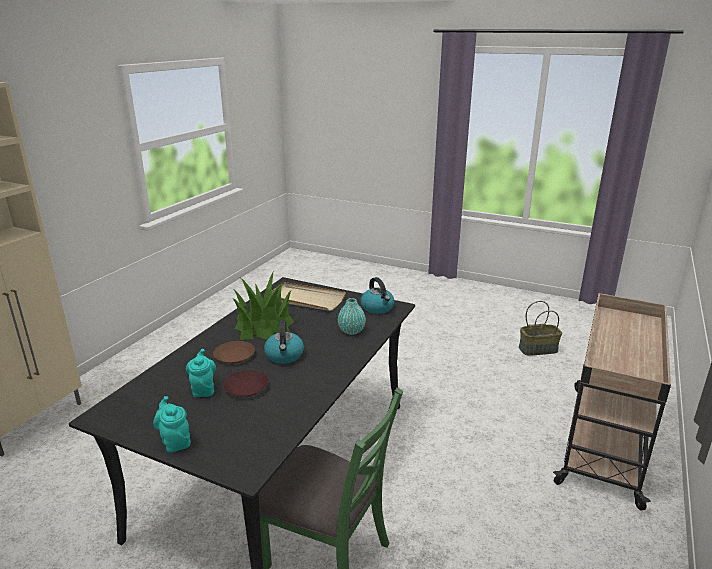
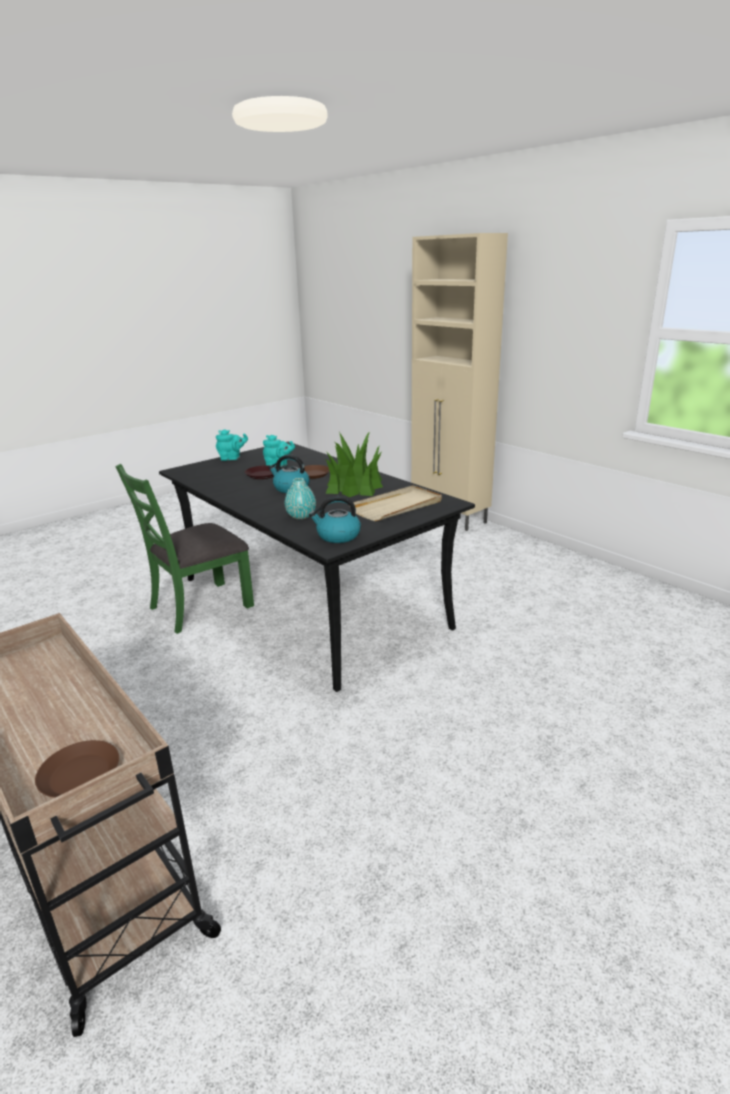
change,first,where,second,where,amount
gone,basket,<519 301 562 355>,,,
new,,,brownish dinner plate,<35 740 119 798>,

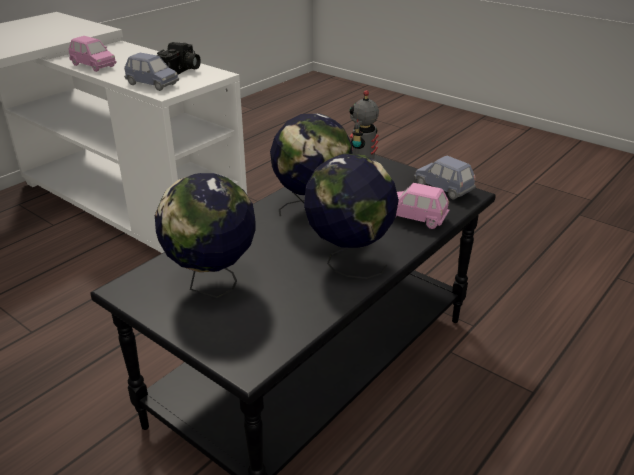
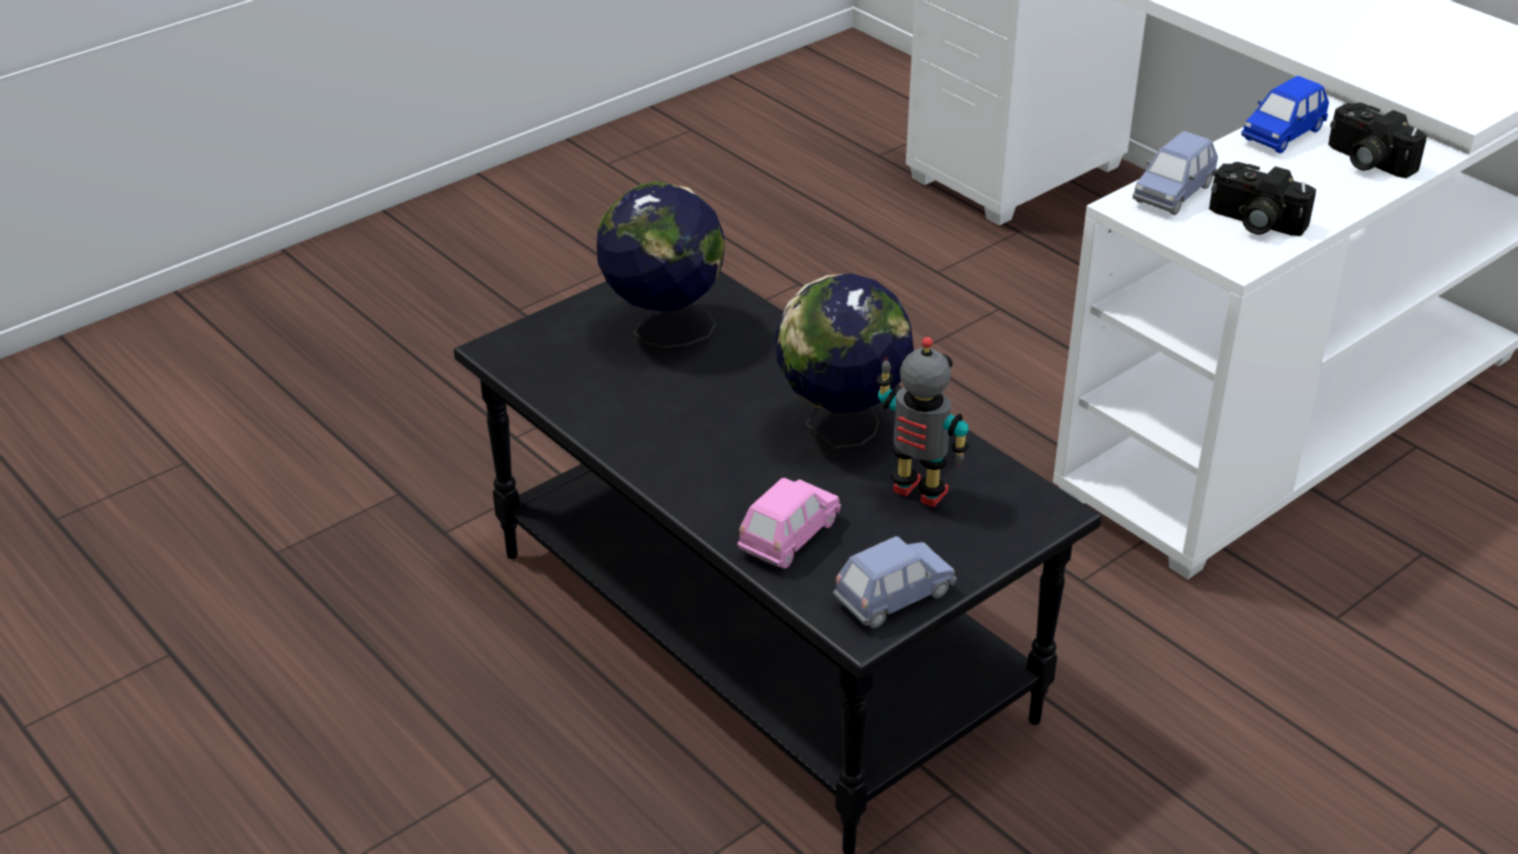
change,first,where,second,where,amount
repainted,pinkish toy car,<68 36 117 72>,blue toy car,<1241 76 1329 153>,
gone,desk globe,<304 154 399 279>,,,
new,,,still camera,<1328 103 1427 178>,

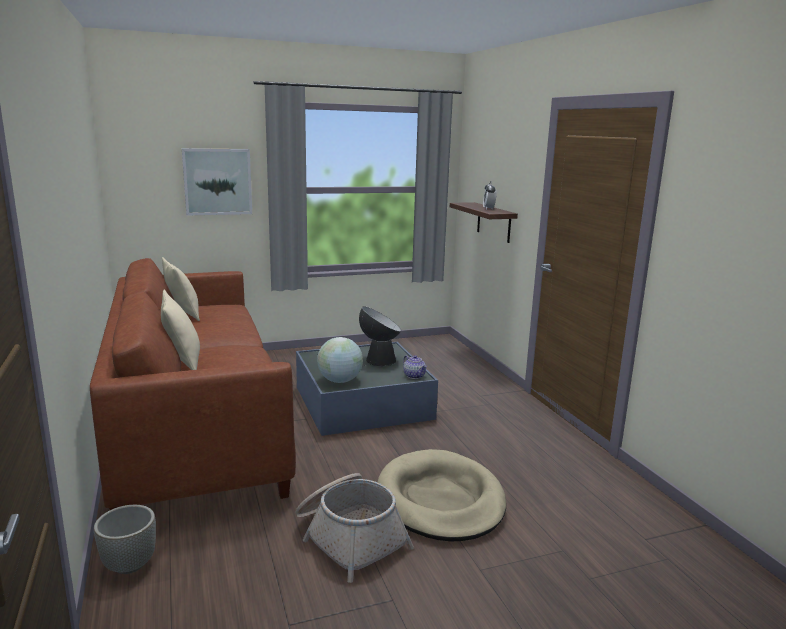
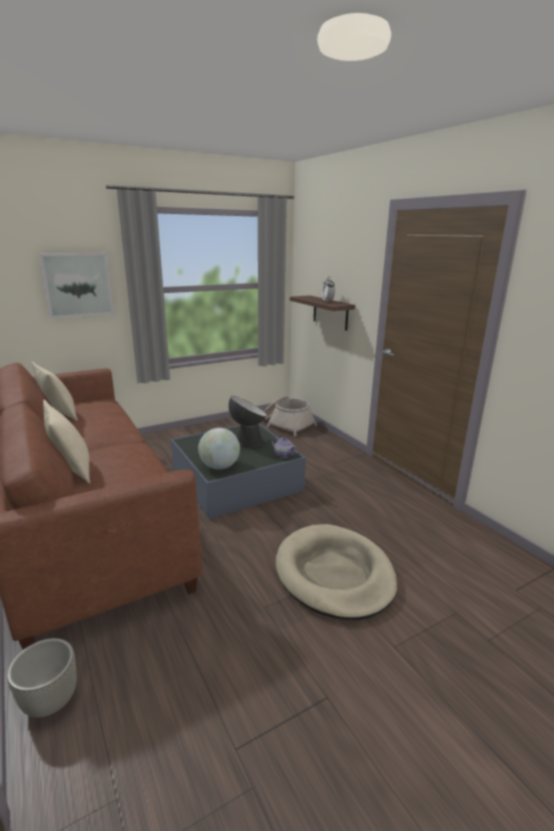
change,first,where,second,where,amount
shifted,basket,<295 473 414 583>,,<264 396 317 436>,

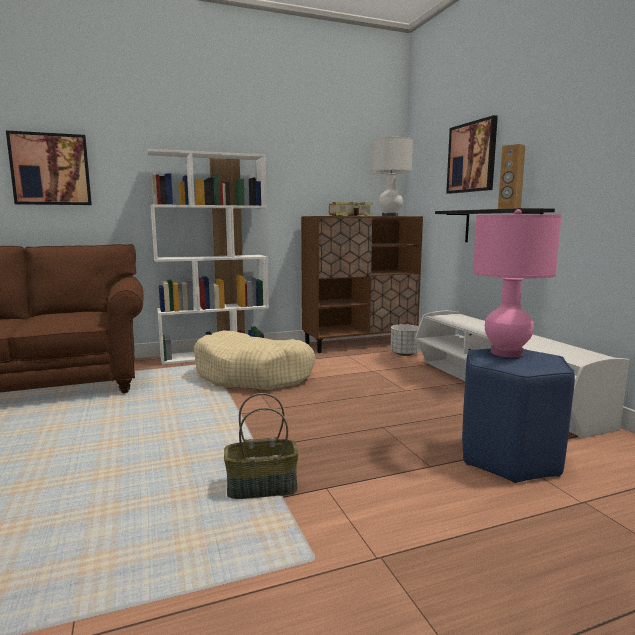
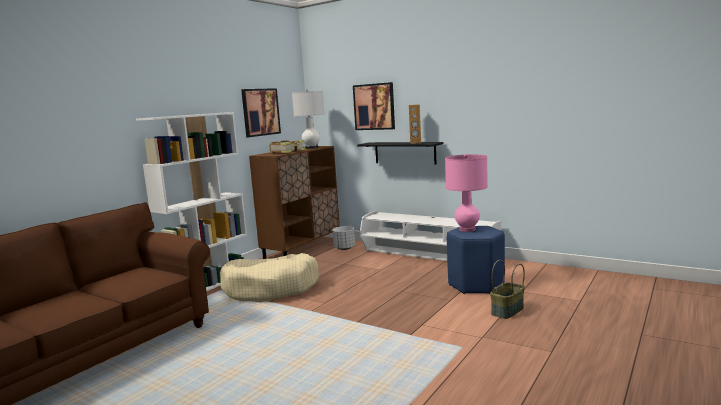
change,first,where,second,where,amount
shifted,wall picture,<6 130 92 205>,,<241 88 281 137>,
shifted,basket,<224 393 299 499>,,<490 260 525 319>,

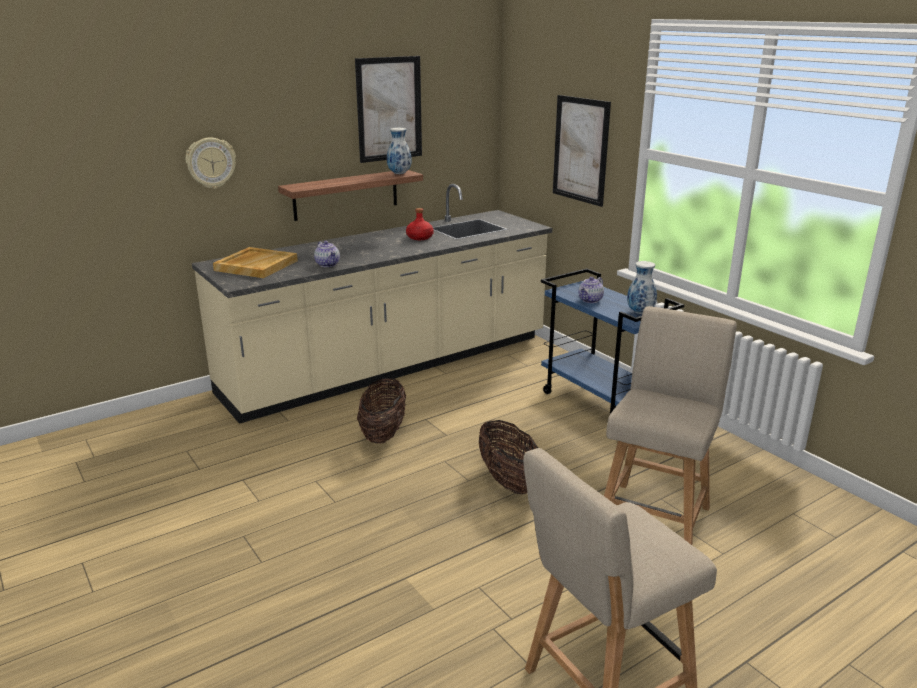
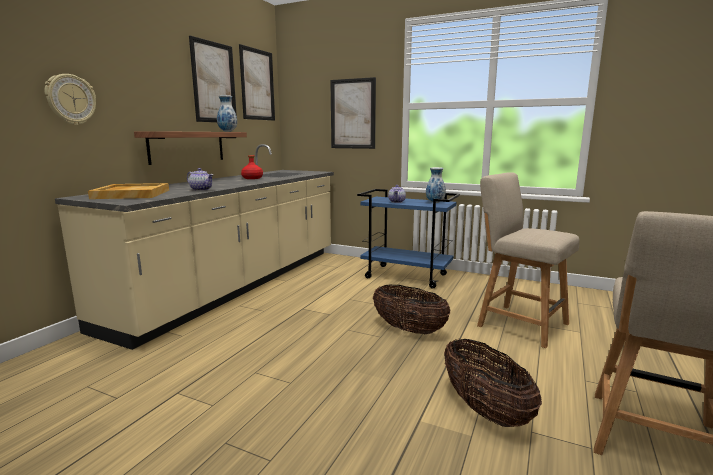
change,first,where,second,where,amount
rotated,beige upright chair,<604 306 737 545>,,<477 172 579 348>,45 degrees counterclockwise
shifted,basket,<357 378 406 444>,,<444 339 542 427>,
new,,,wall picture,<239 44 275 120>,

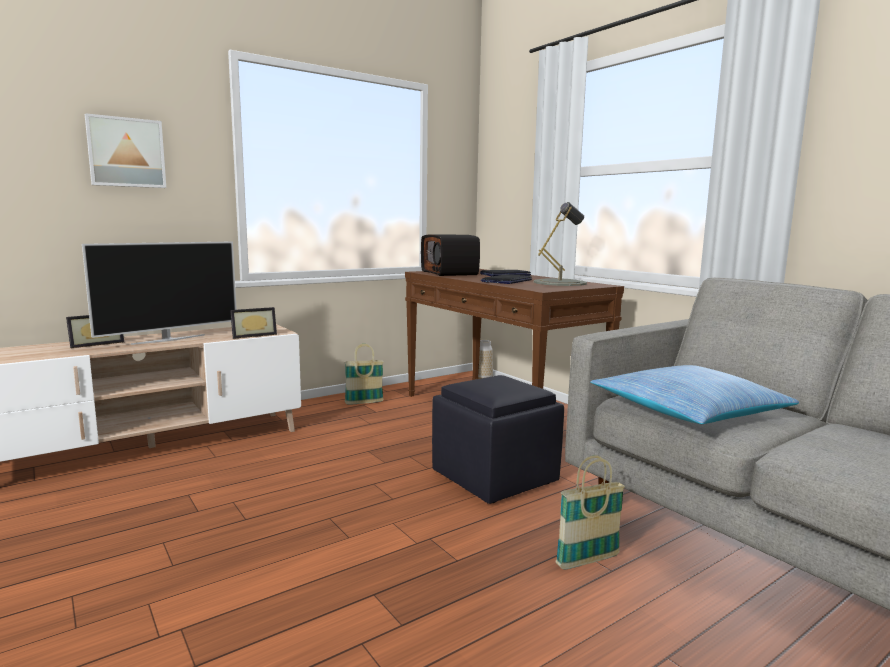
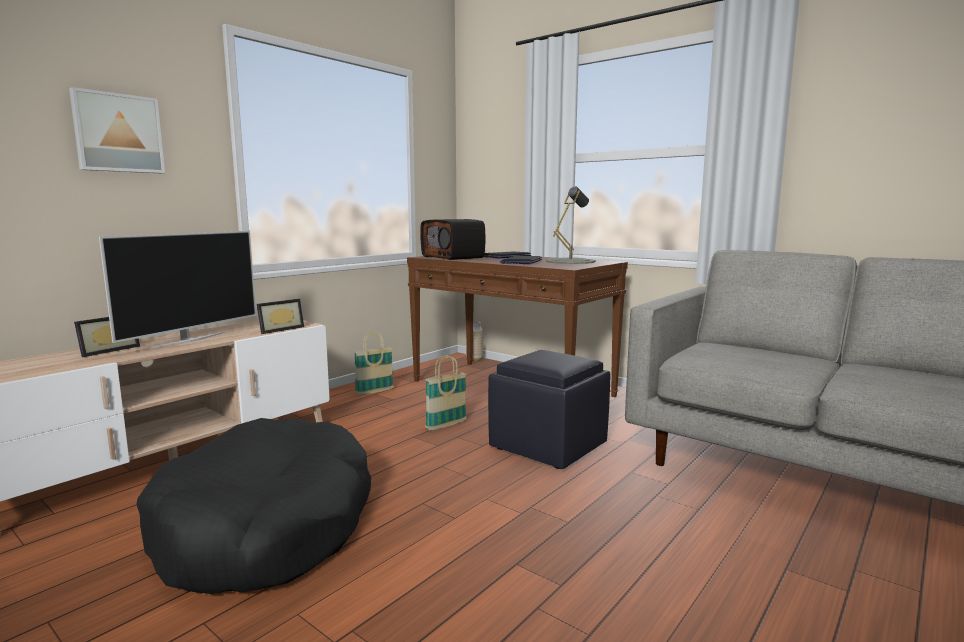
change,first,where,second,where,amount
gone,pillow,<590 365 799 424>,,,
shifted,basket,<556 455 625 569>,,<425 355 467 431>,
new,,,black pet bed,<136 418 371 594>,

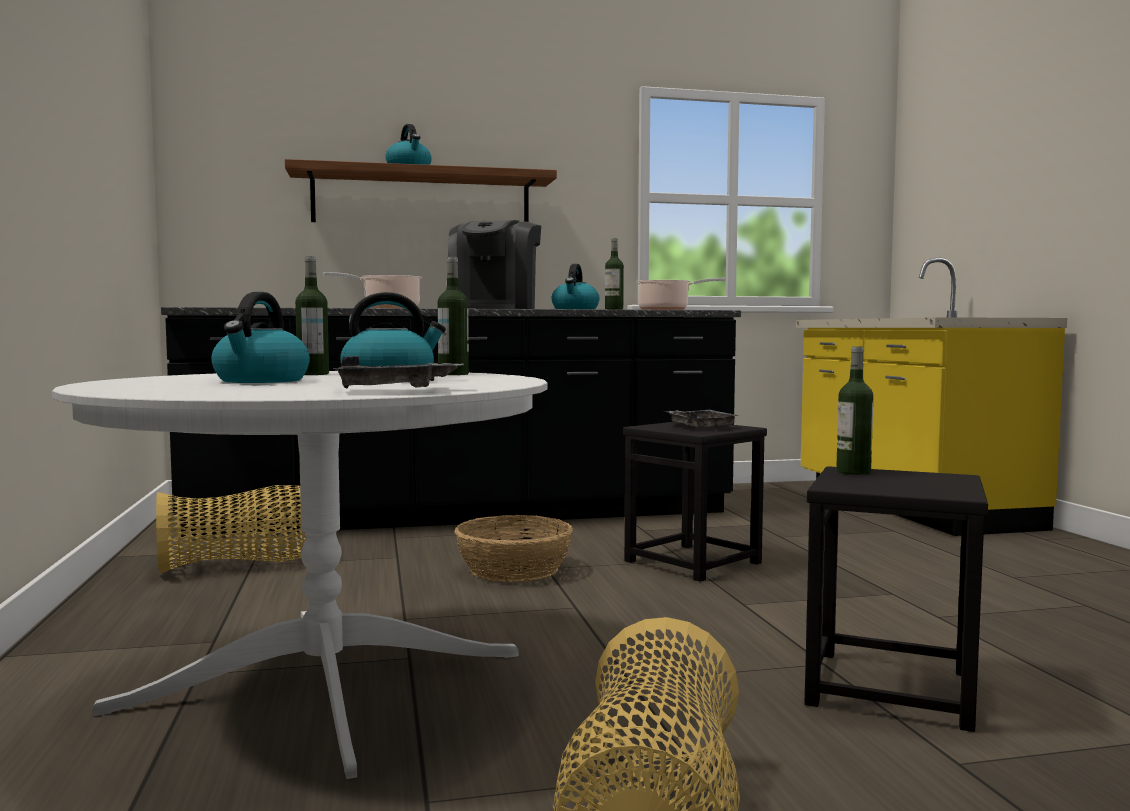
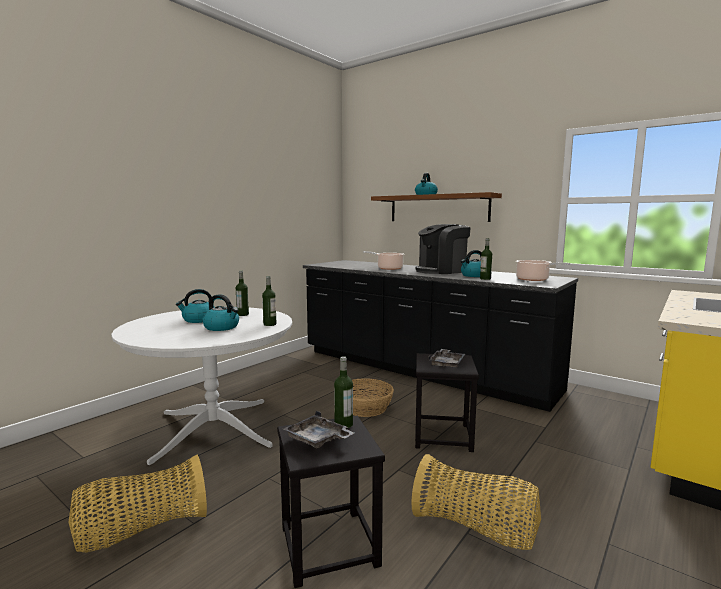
change,first,where,second,where,amount
shifted,grey serving tray,<333 356 464 389>,,<284 411 354 449>,
shifted,basket,<156 485 306 574>,,<411 454 541 550>,

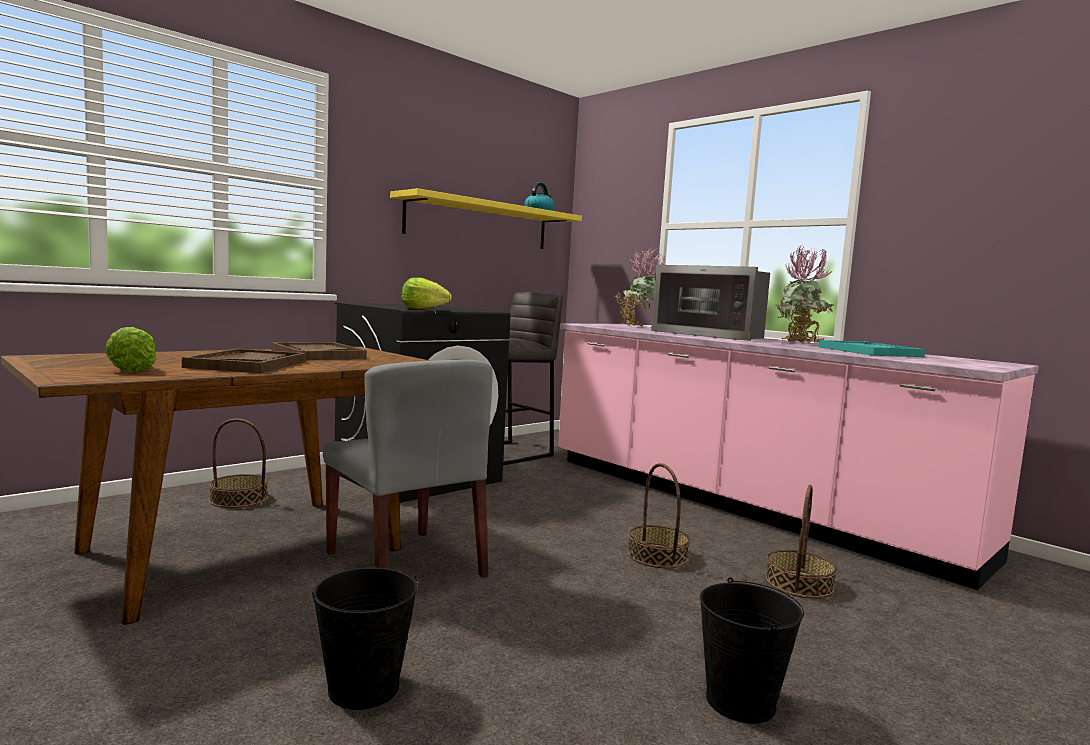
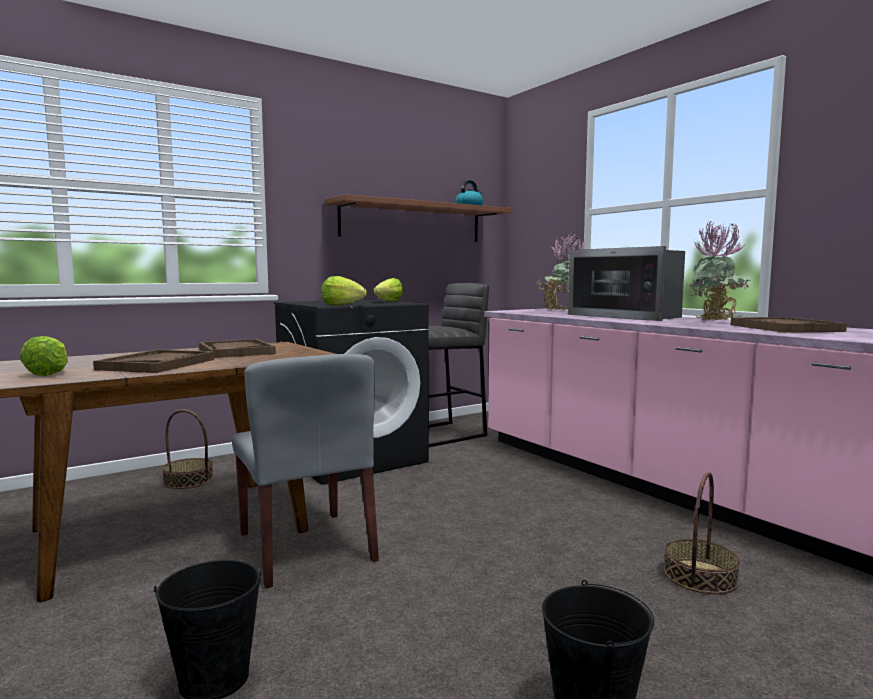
change,first,where,second,where,amount
repainted,yellowish wall shelf,<390 188 582 249>,brownish wall shelf,<325 194 511 242>,
repainted,turquoise serving tray,<818 340 925 357>,brownish serving tray,<731 317 847 333>,
gone,basket,<627 463 690 568>,,,
new,,,lettuce head,<373 278 403 301>,

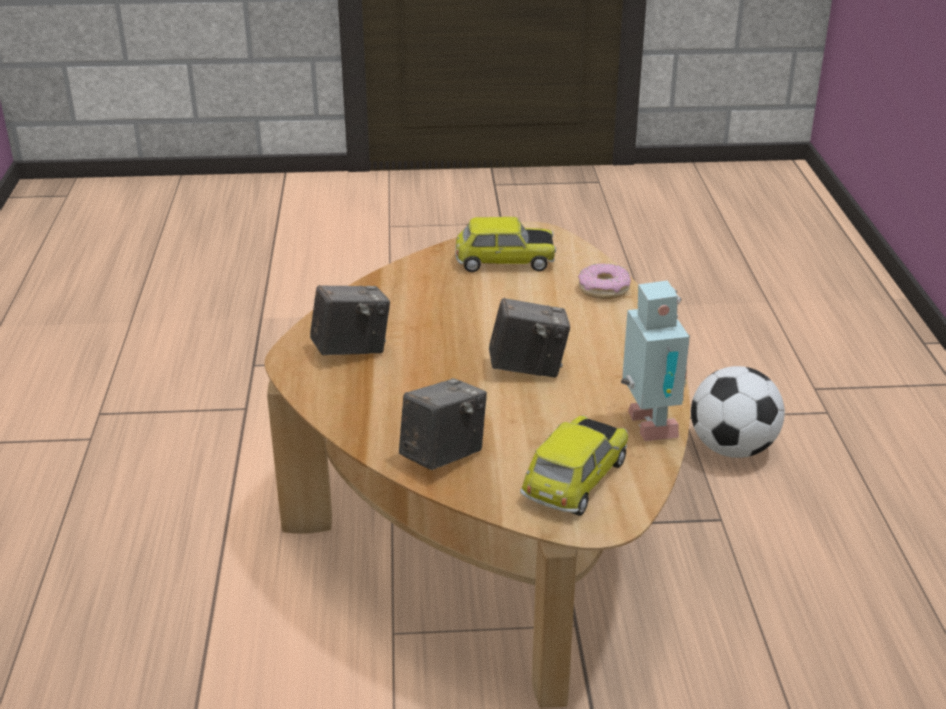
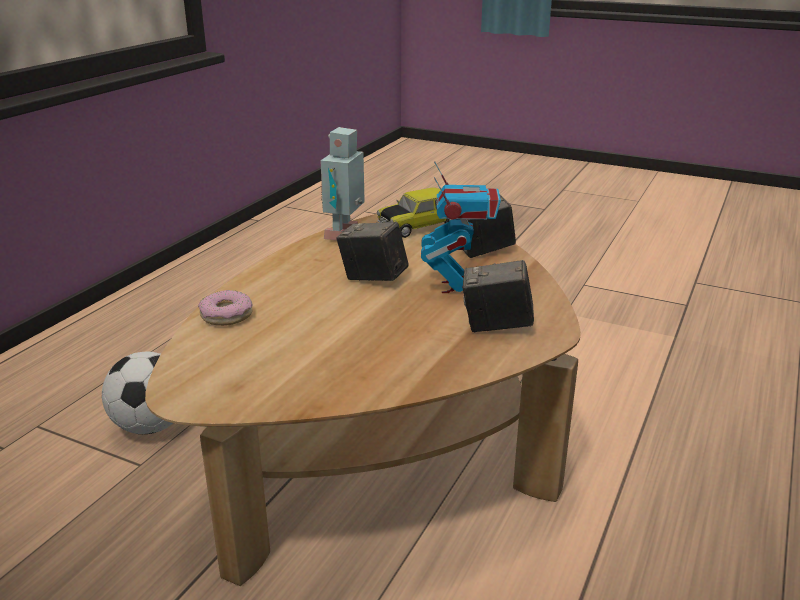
change,first,where,second,where,amount
gone,toy car,<455 217 556 272>,,,
new,,,model robot,<421 162 501 293>,

